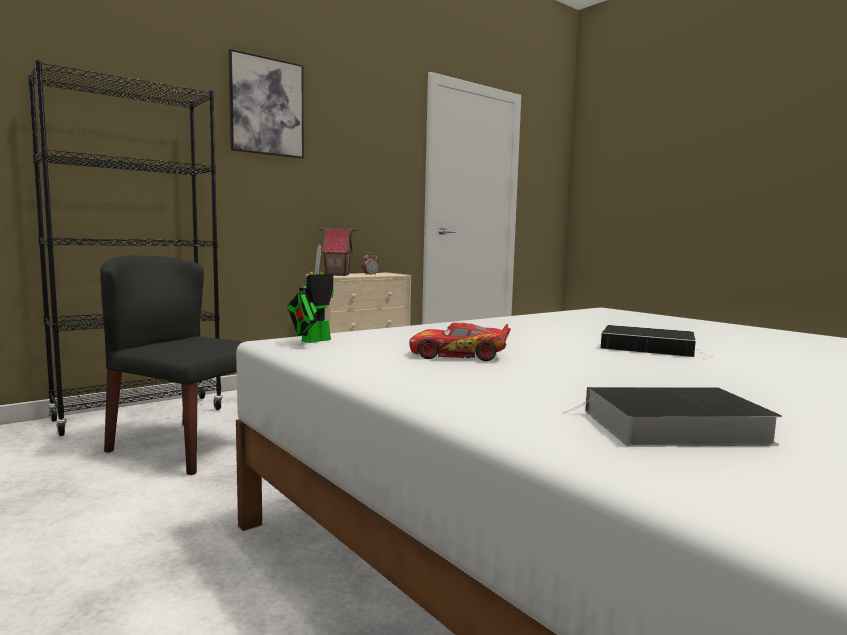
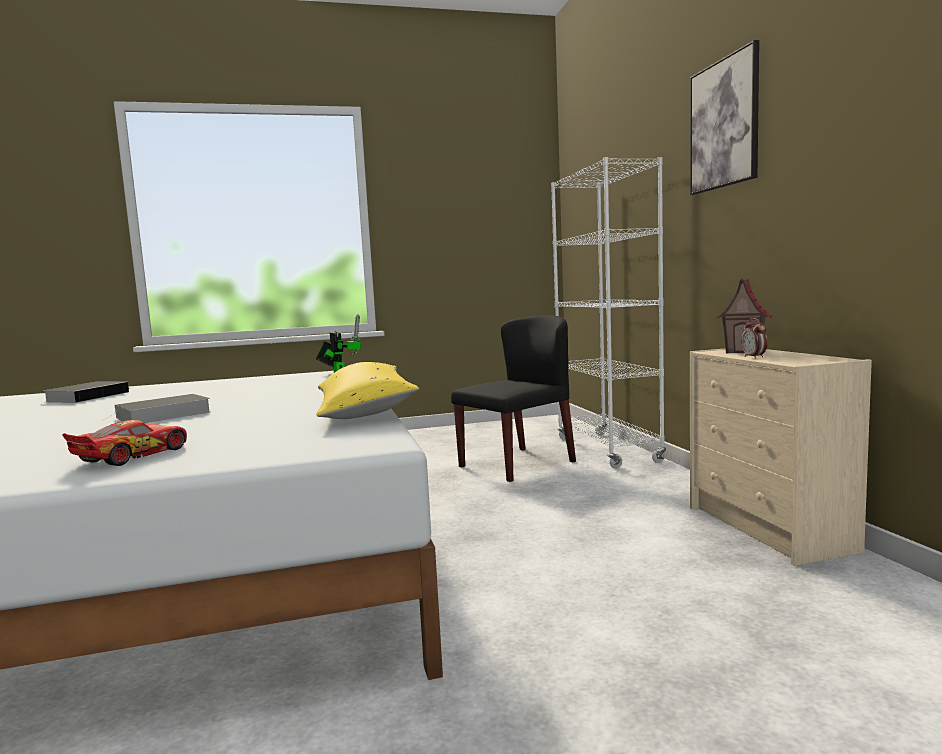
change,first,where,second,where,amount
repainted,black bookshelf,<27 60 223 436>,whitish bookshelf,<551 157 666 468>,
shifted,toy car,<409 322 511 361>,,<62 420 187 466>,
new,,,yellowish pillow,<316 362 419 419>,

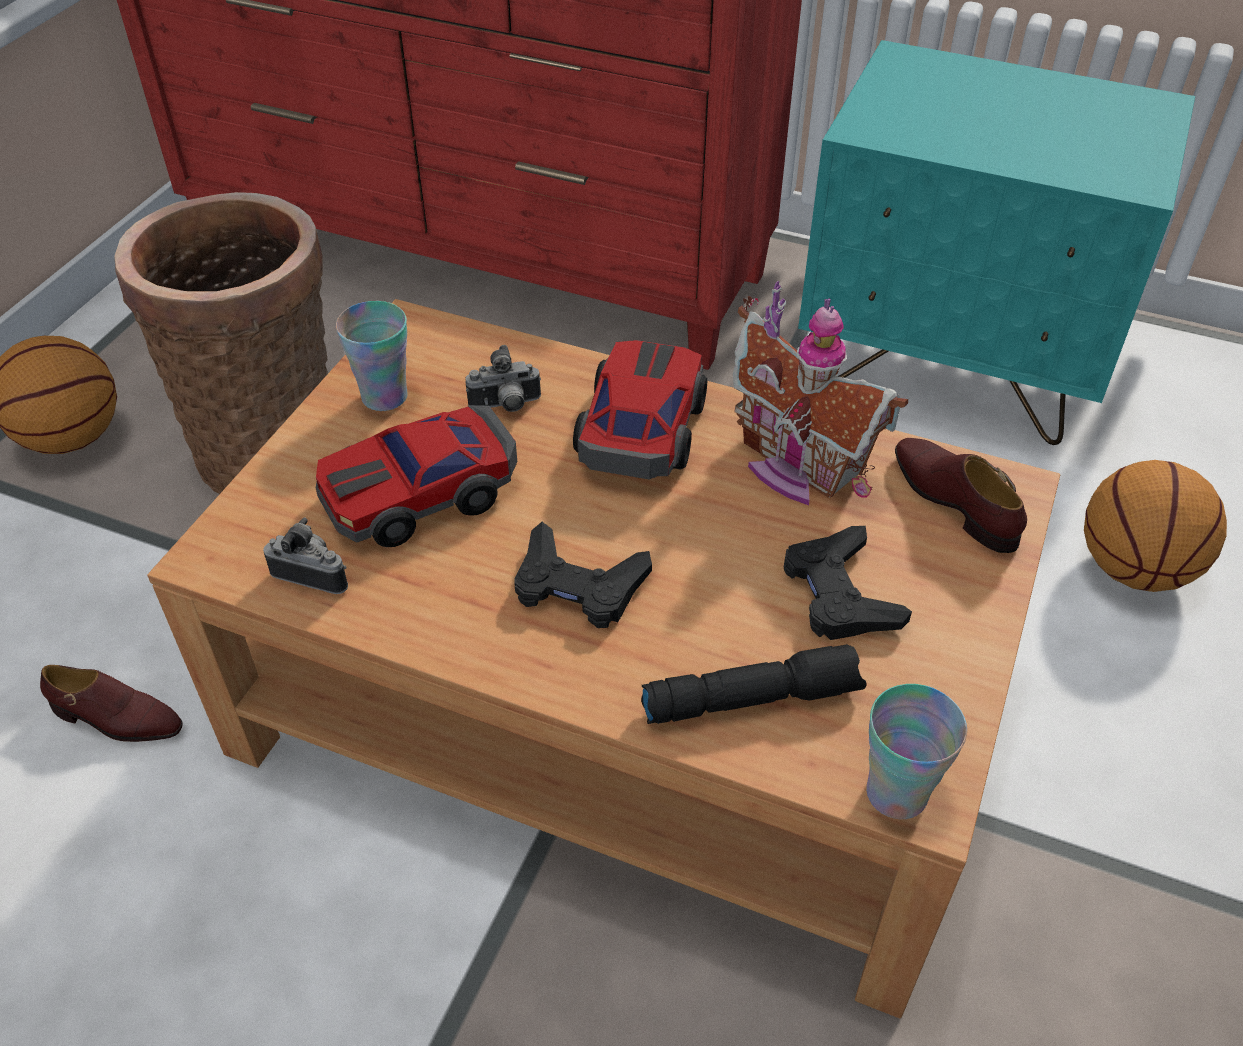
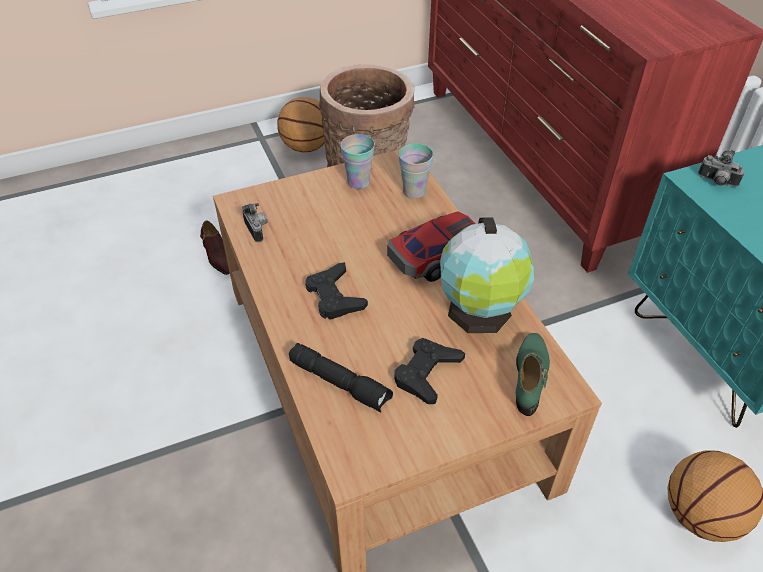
change,first,where,second,where,amount
swapped,miniature house,<733 281 908 505>,desk globe,<440 218 534 333>,
shifted,still camera,<465 345 541 412>,,<698 150 744 187>,
gone,toy car,<316 405 517 547>,,,
repainted,brownish item of footwear,<895 438 1027 553>,greenish item of footwear,<516 333 550 416>,
shifted,drinking cup,<866 684 967 819>,,<399 143 433 199>,

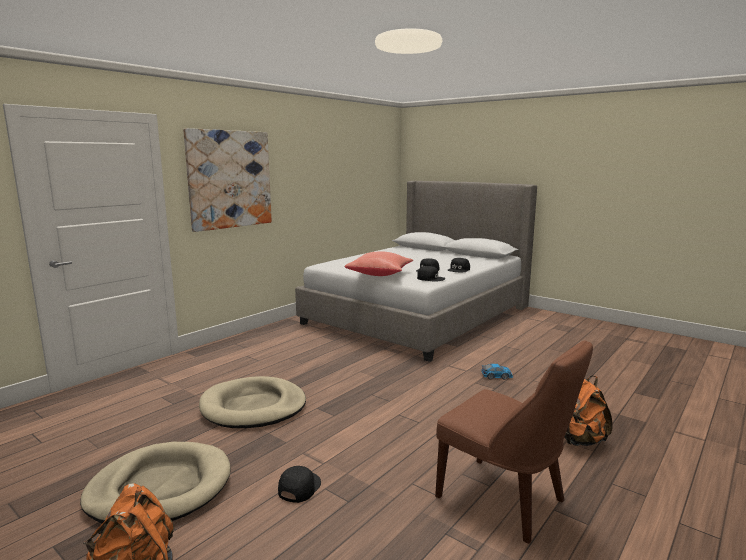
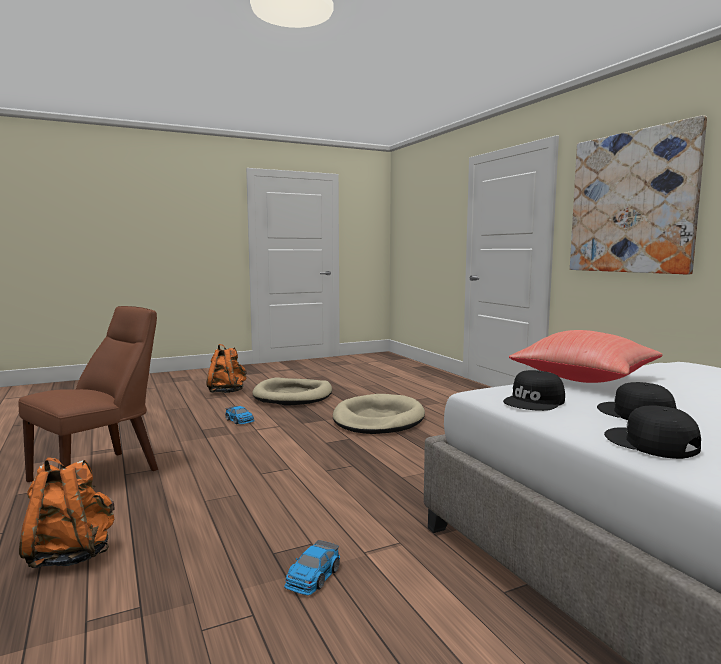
change,first,where,second,where,amount
rotated,brownish upright chair,<435 340 593 544>,,<18 306 158 482>,150 degrees clockwise
swapped,black peaked cap,<278 466 321 503>,toy car,<225 406 254 424>,

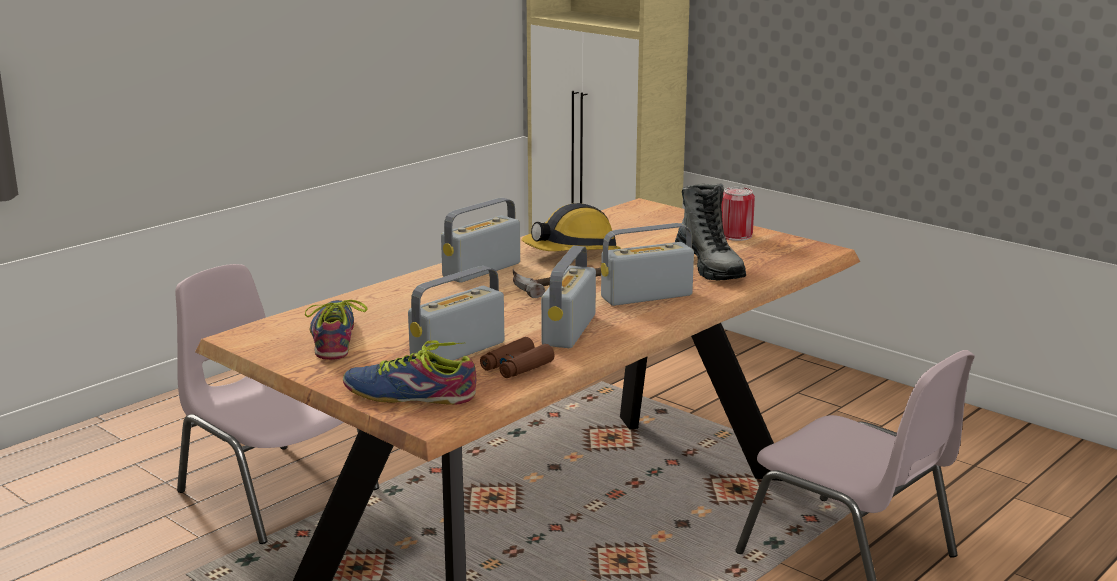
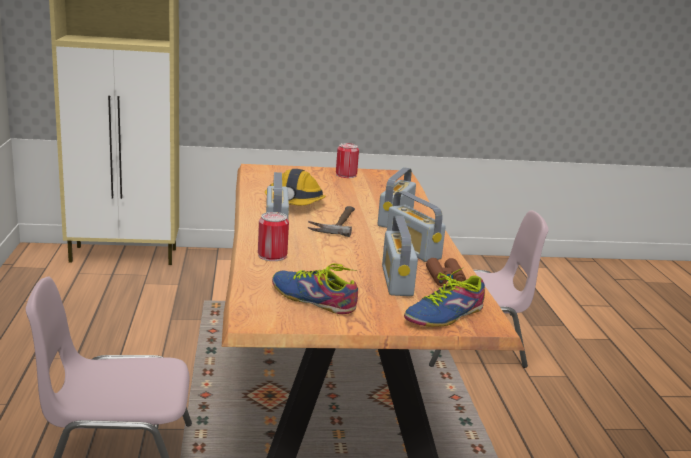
change,first,where,second,where,amount
gone,boot,<675 183 746 281>,,,
new,,,can,<258 212 289 261>,

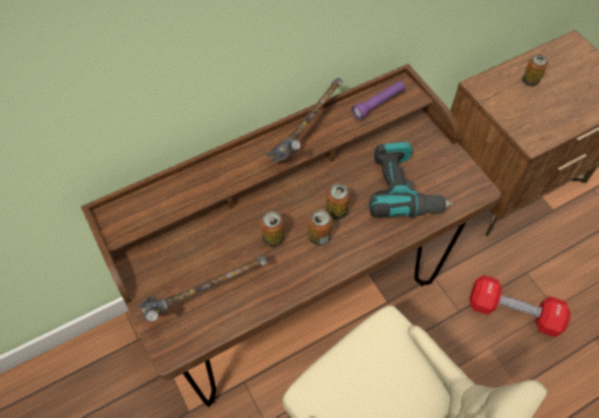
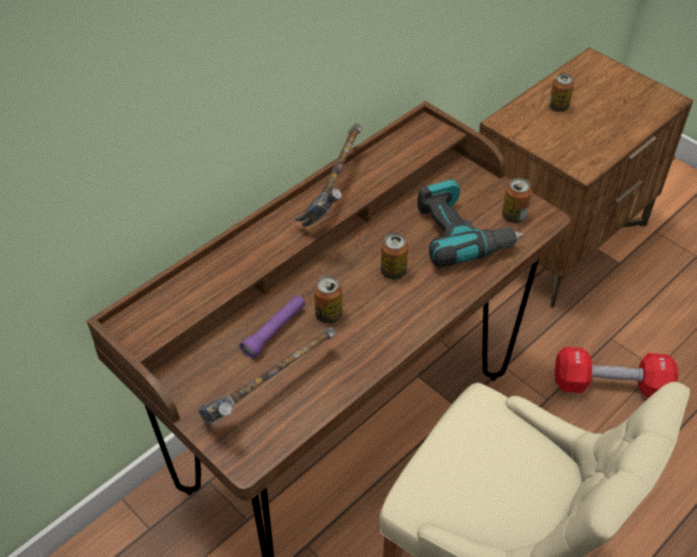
change,first,where,second,where,amount
shifted,purple-coloured flashlight,<351 81 405 120>,,<240 295 305 359>,
shifted,can,<309 210 332 246>,,<502 178 532 223>,

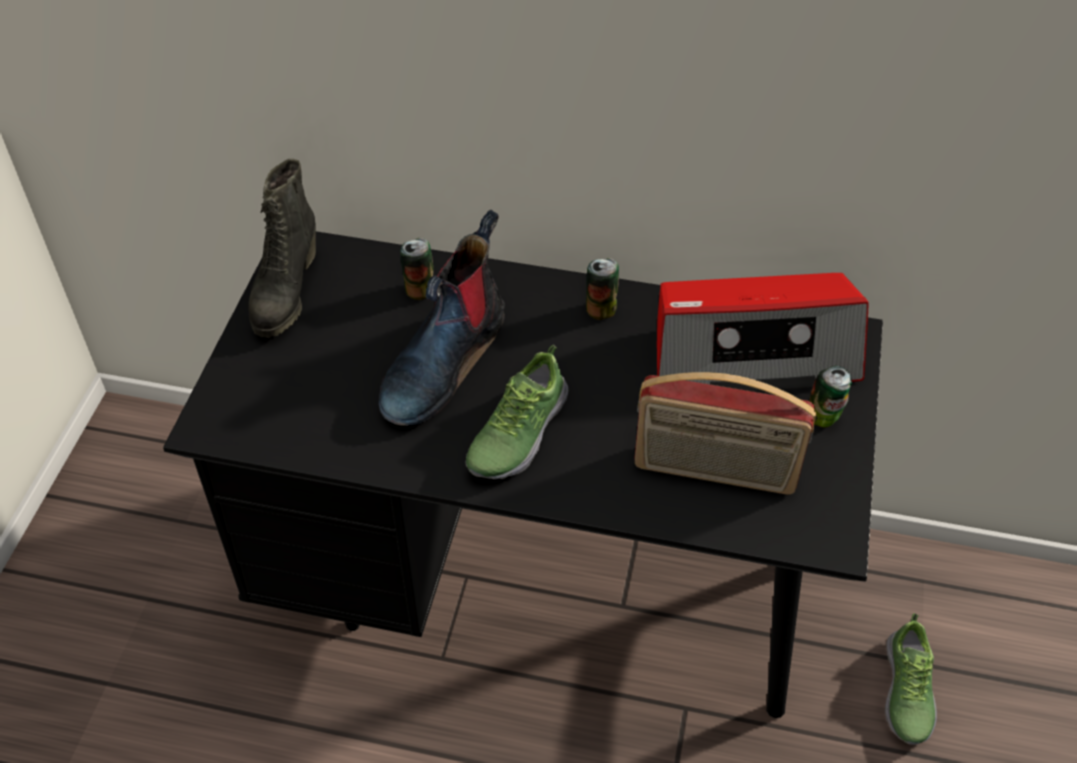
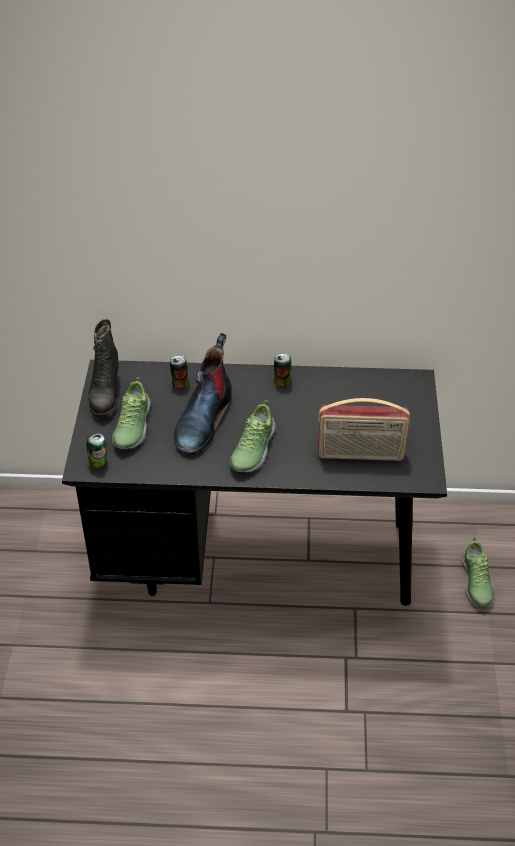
change,first,where,second,where,amount
gone,radio set,<657 273 869 391>,,,
shifted,can,<809 366 852 427>,,<86 433 107 468>,
new,,,item of footwear,<112 377 151 449>,

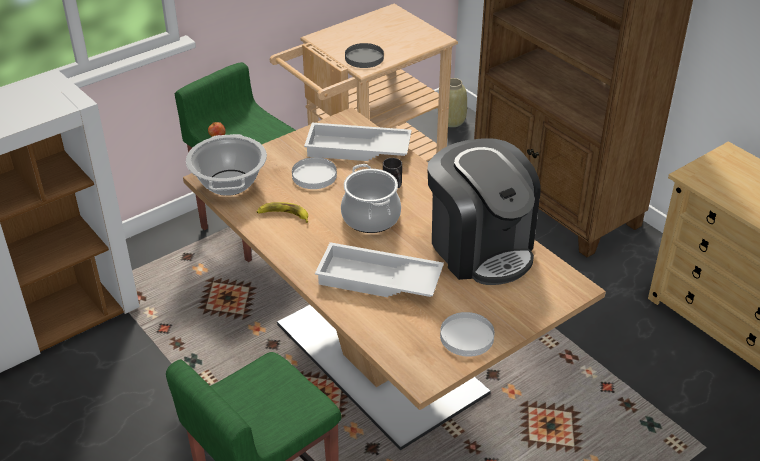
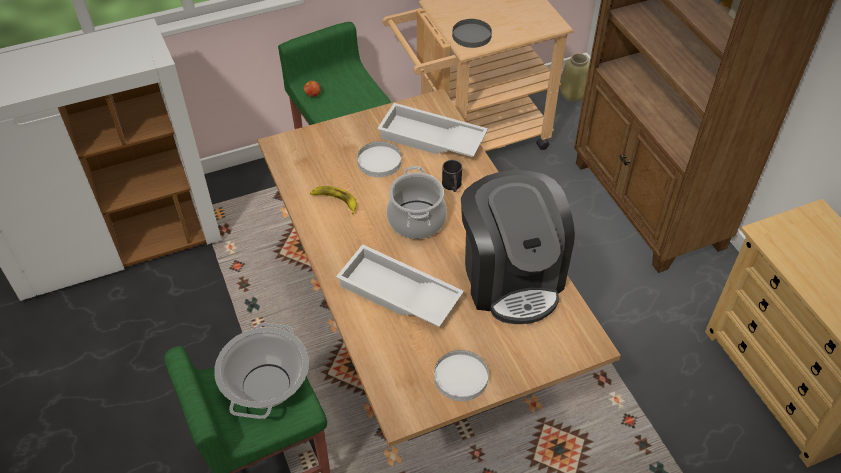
change,first,where,second,where,amount
shifted,cooking pot,<186 134 267 196>,,<214 323 309 419>,

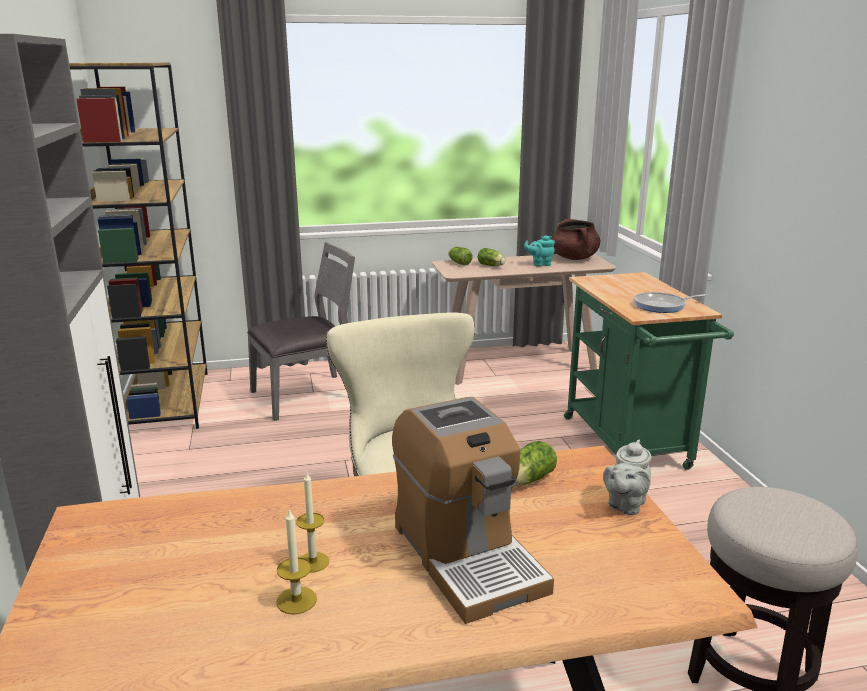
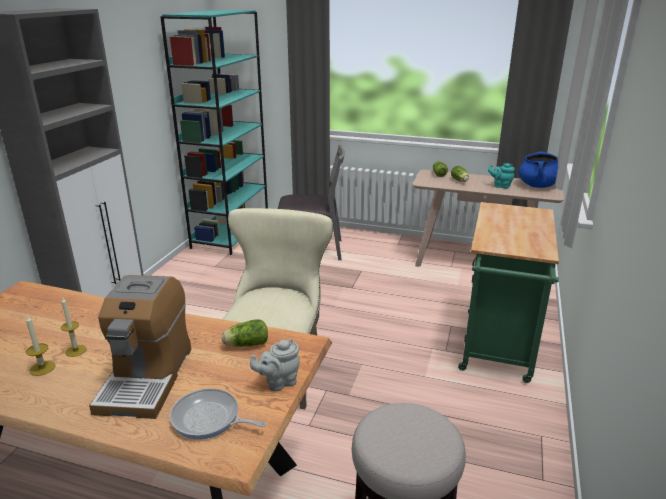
change,first,where,second,where,amount
repainted,brownish bookshelf,<69 62 208 429>,turquoise bookshelf,<160 10 268 255>,
repainted,brownish cooking pot,<552 219 600 260>,blue cooking pot,<518 151 558 188>,
shifted,skillet,<634 292 707 313>,,<170 388 266 440>,

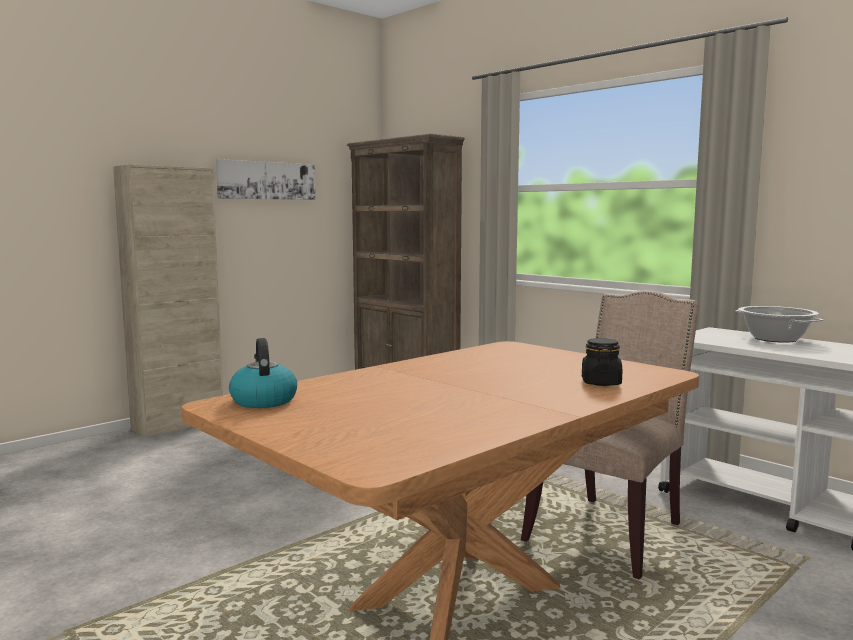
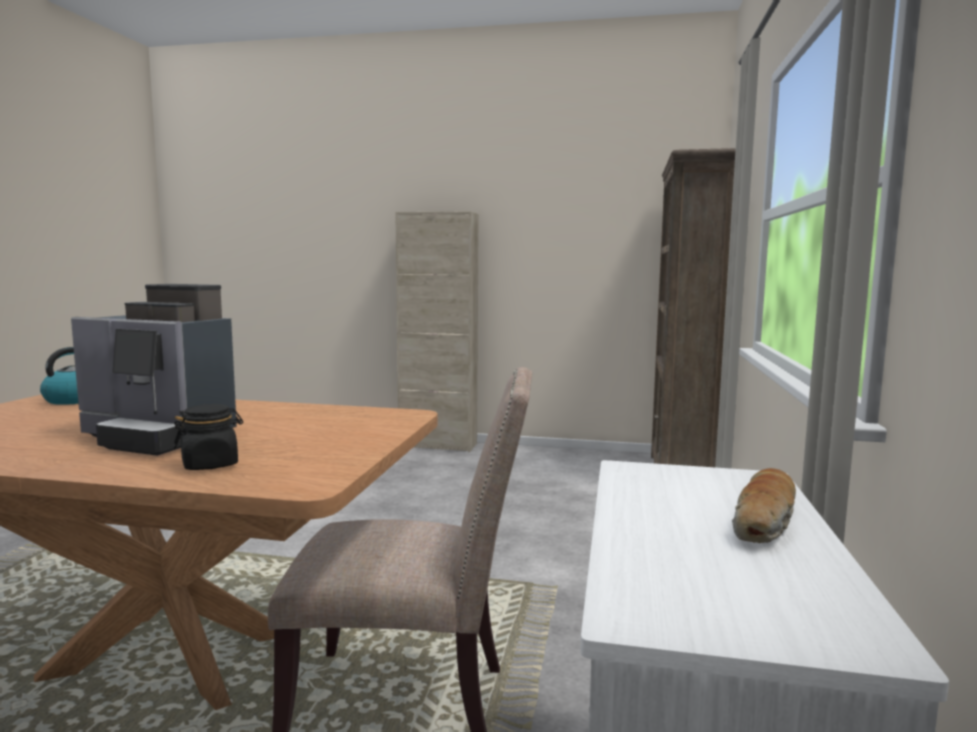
change,first,where,second,where,amount
gone,wall picture,<216 159 315 200>,,,
swapped,cooking pot,<735 306 824 343>,baked bread,<732 468 796 543>,
new,,,coffee maker,<71 284 237 456>,

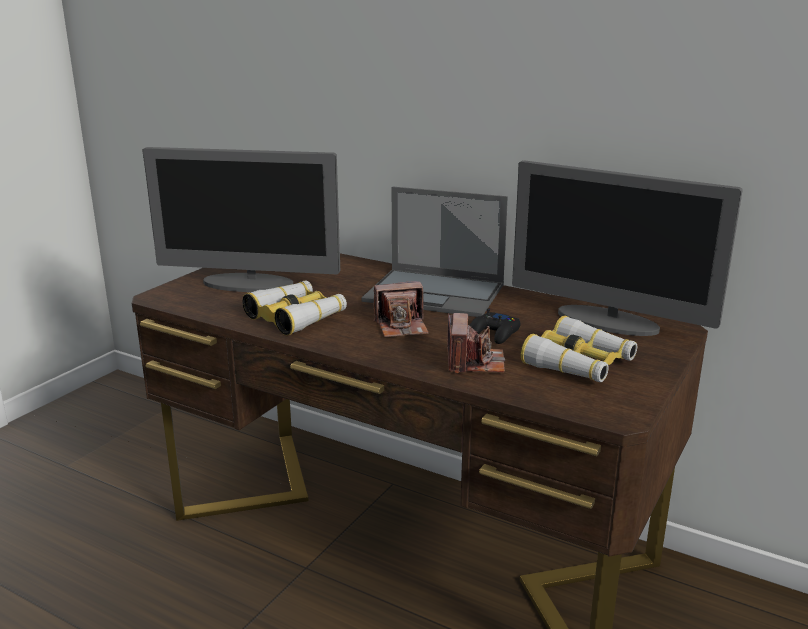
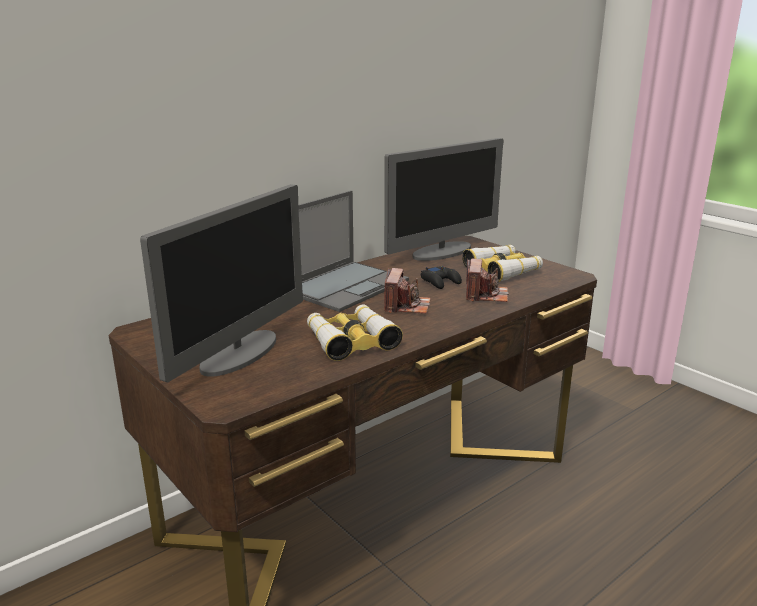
change,first,where,second,where,amount
rotated,still camera,<447 313 505 373>,,<466 259 509 302>,75 degrees clockwise

